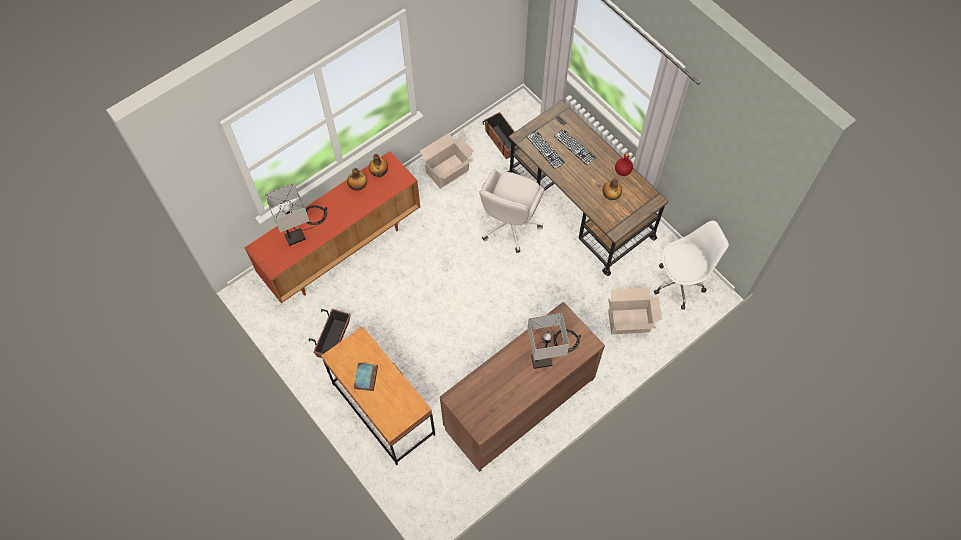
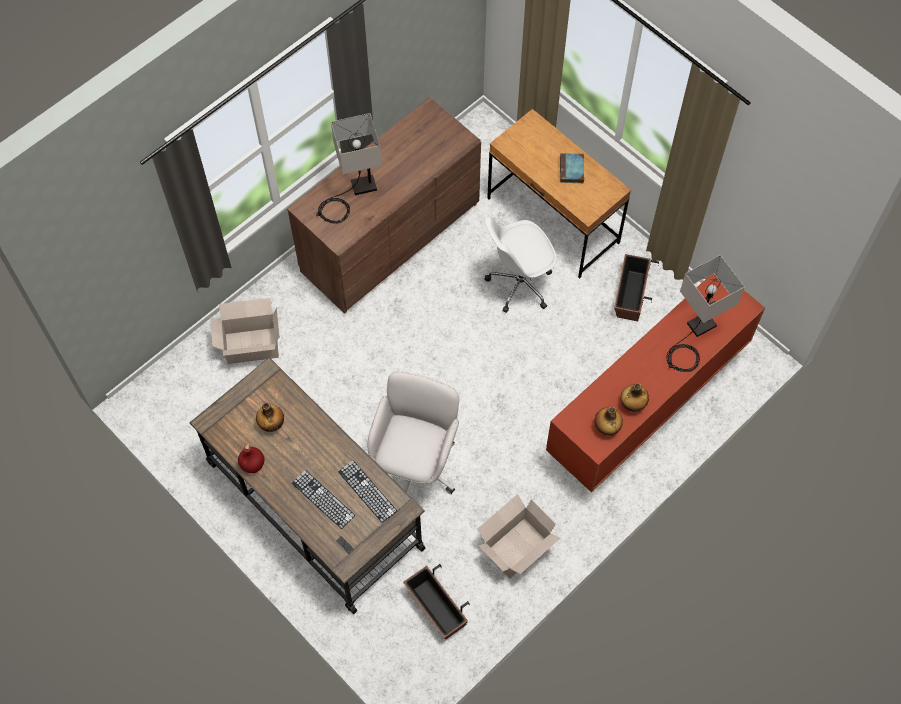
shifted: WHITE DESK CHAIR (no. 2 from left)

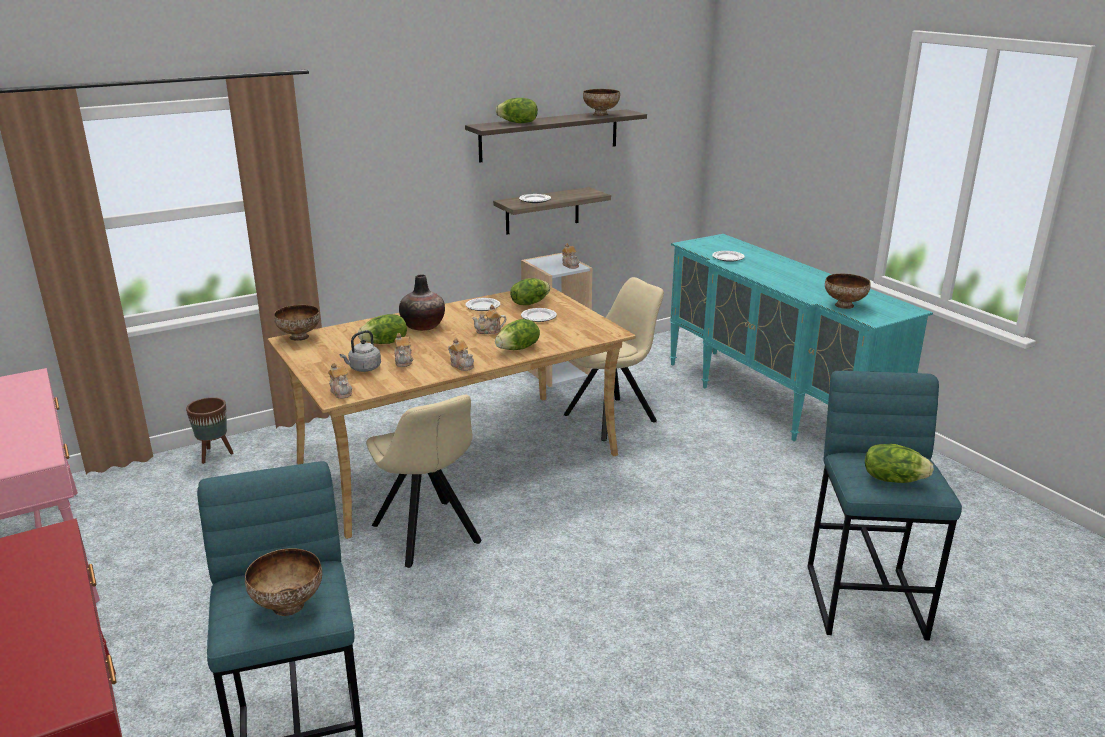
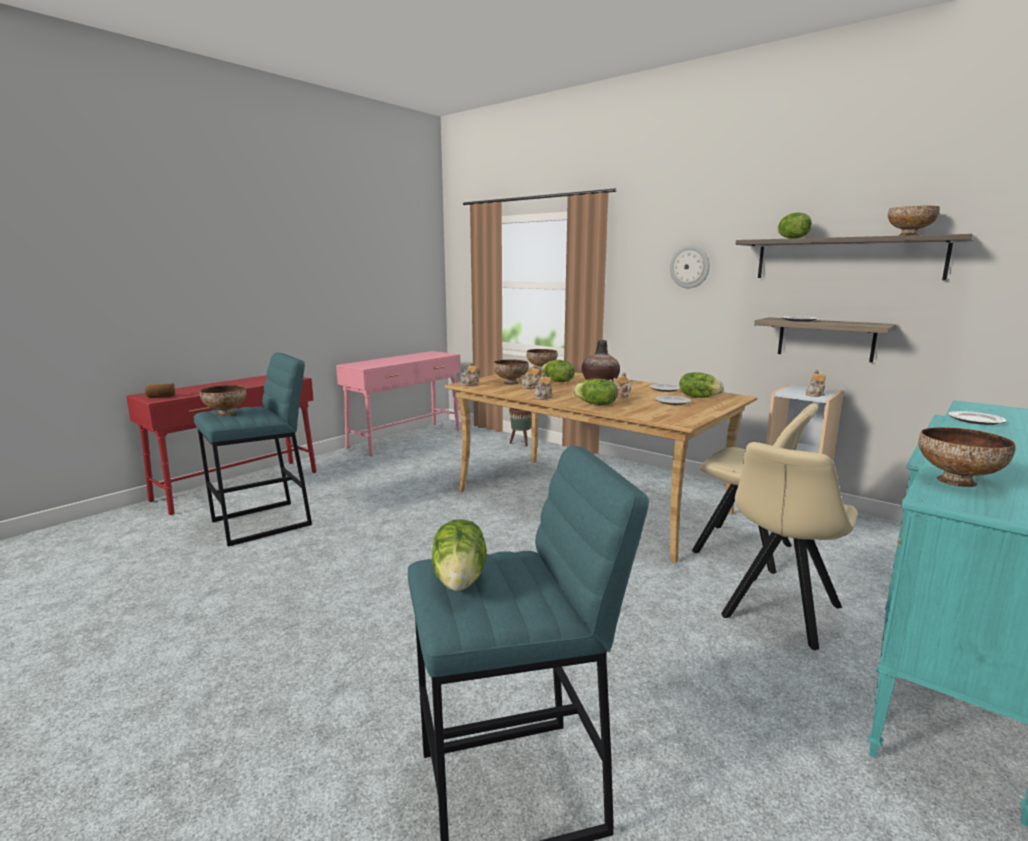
new: HANGING CLOCK; BREAD
shifted: SAND-COLOURED UPRIGHT CHAIR (no. 1 from left in the first image) to SAND-COLOURED UPRIGHT CHAIR (no. 2 from left)
swapped: GREYISH WATER KETTLE to DEEP DISH (no. 2 from left)

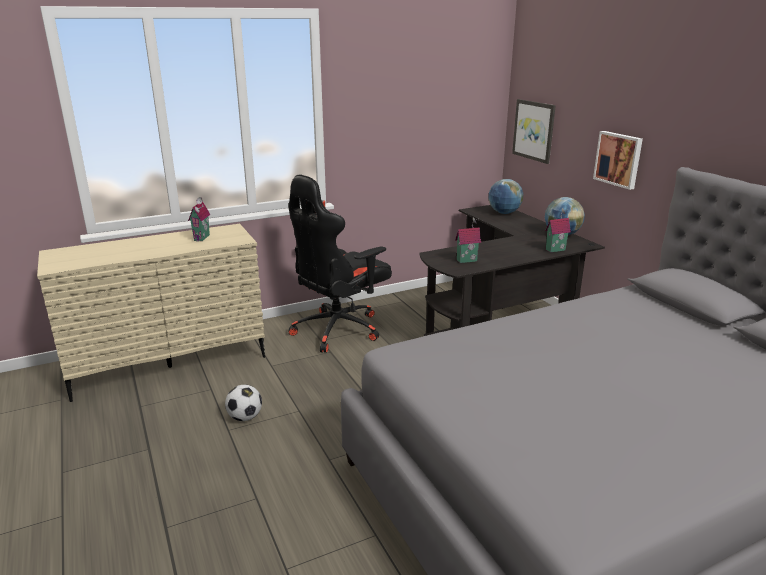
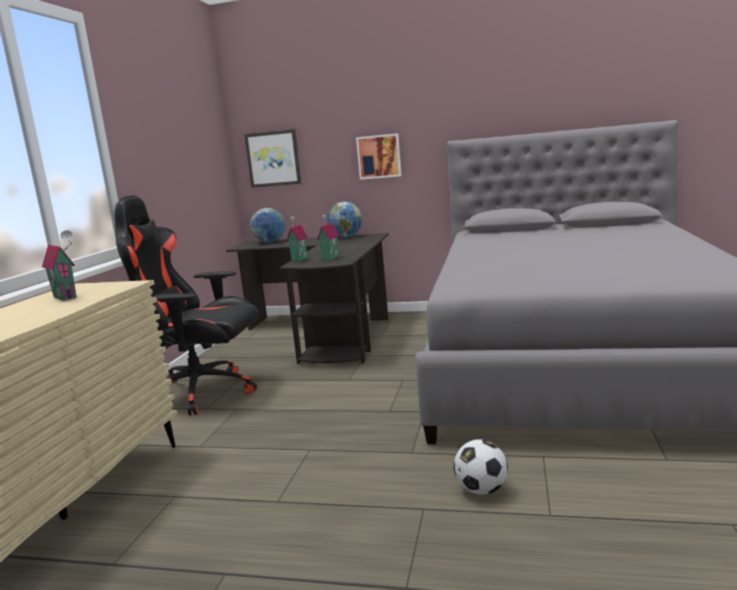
shifted: MINIATURE HOUSE (no. 3 from left in the first image) to MINIATURE HOUSE (no. 2 from left); FOOTBALL BALL
rotated: BLACK-COLOURED DESK CHAIR 105 degrees clockwise

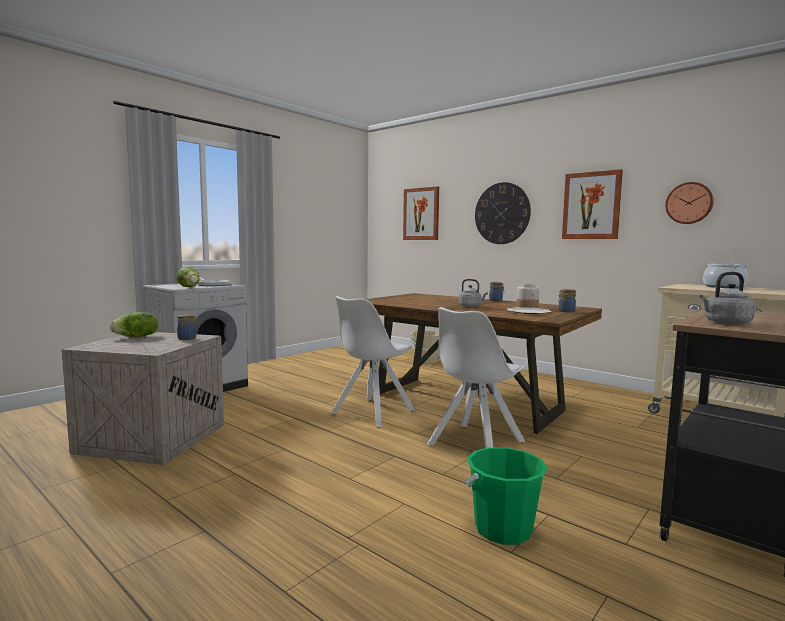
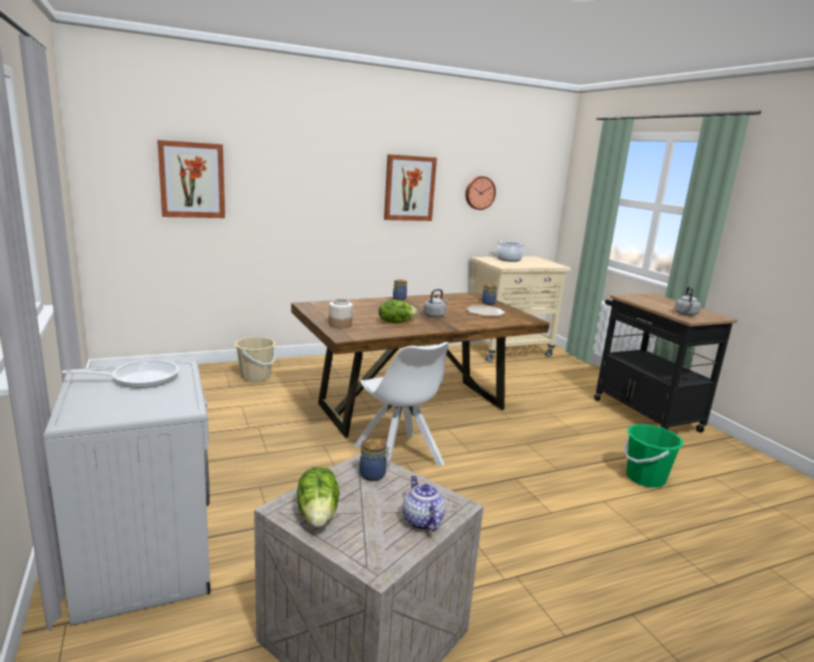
gone: HANGING CLOCK (no. 1 from left); WHITE UPRIGHT CHAIR (no. 2 from left)
new: TEA POT
shifted: LETTUCE HEAD (no. 2 from left); STORAGE JAR (no. 3 from left in the first image) to STORAGE JAR (no. 1 from left)

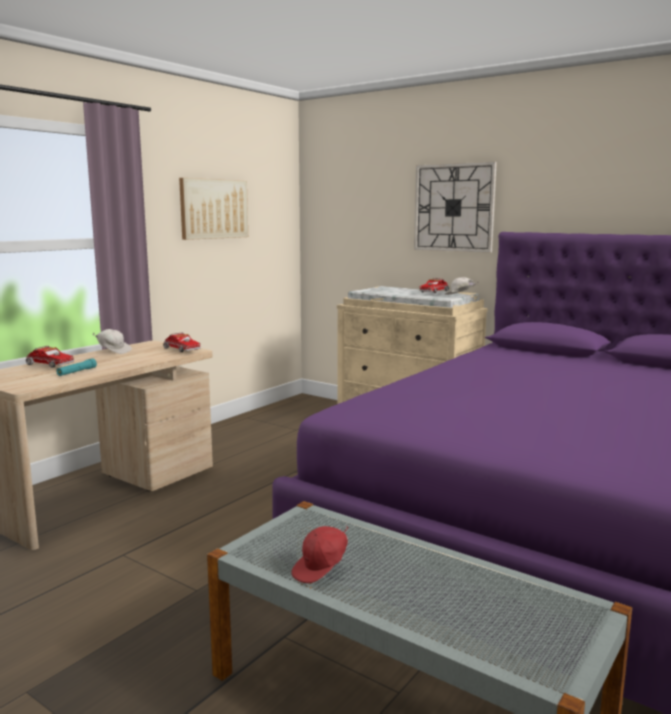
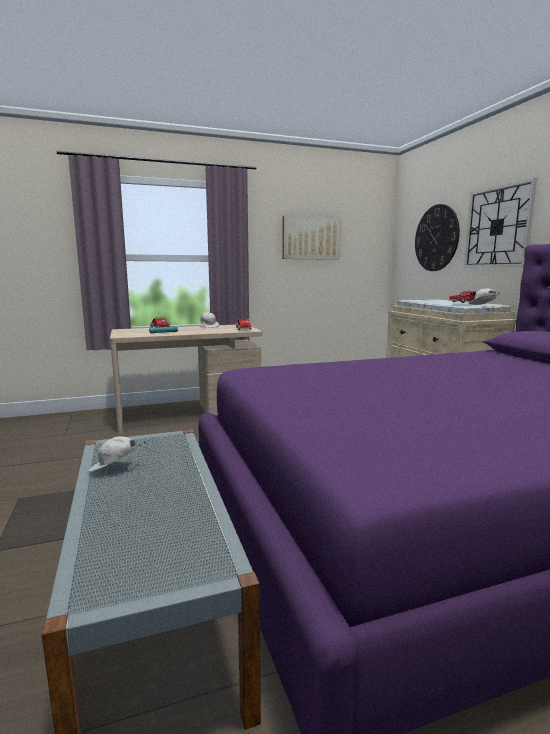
new: HANGING CLOCK (no. 1 from left)
repainted: REDDISH BASEBALL CAP to WHITE BASEBALL CAP (no. 1 from left)

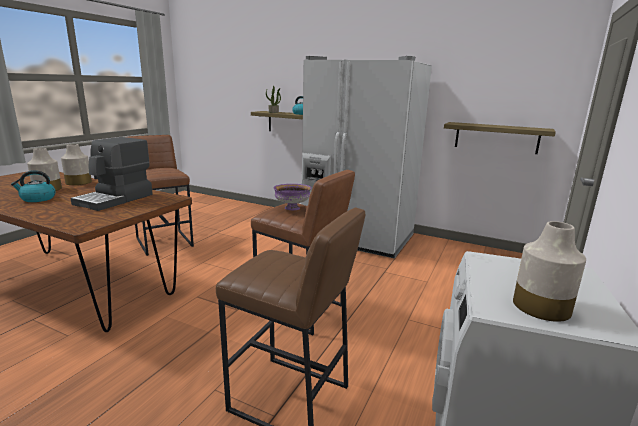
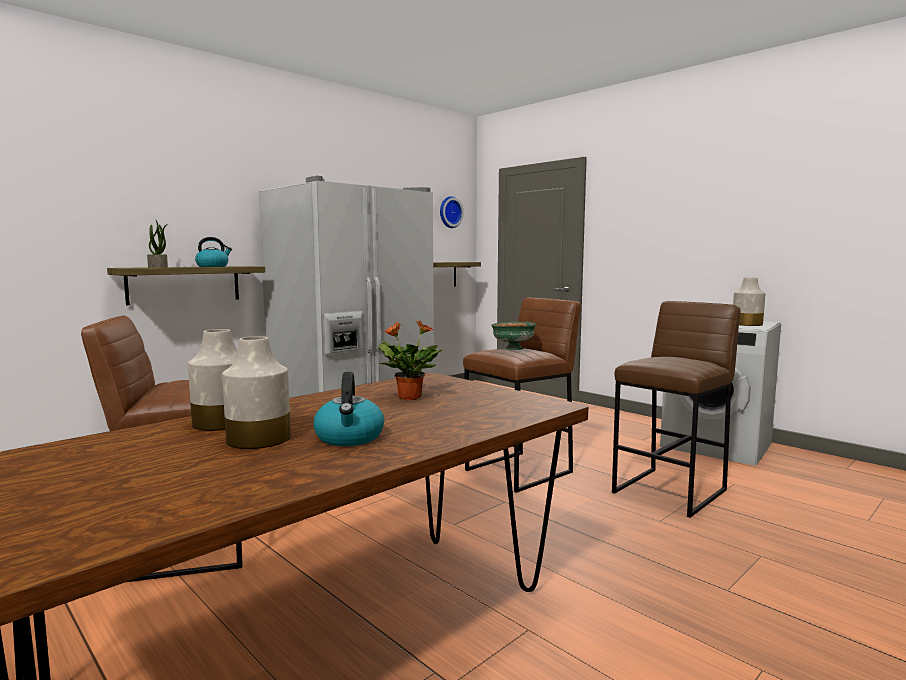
new: HANGING CLOCK
swapped: COFFEE MACHINE to PLANT IN A POT (no. 2 from left)
repainted: PURPLE-COLOURED DEEP DISH to GREEN DEEP DISH

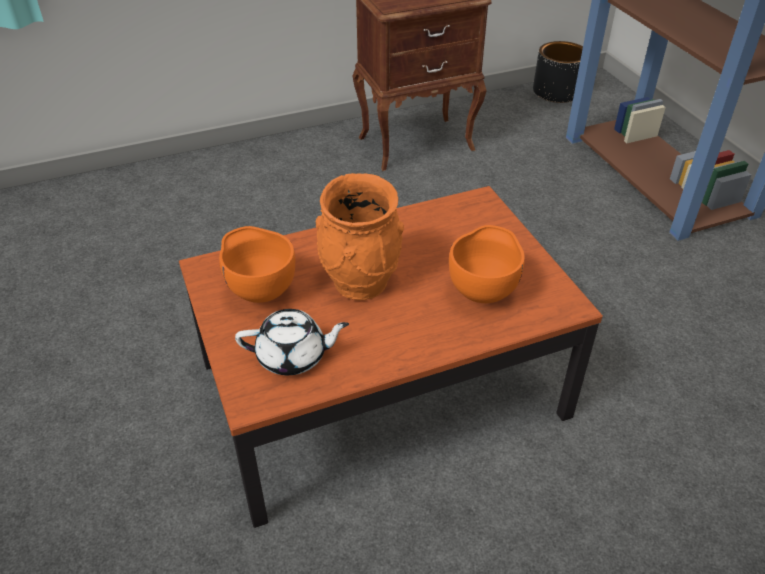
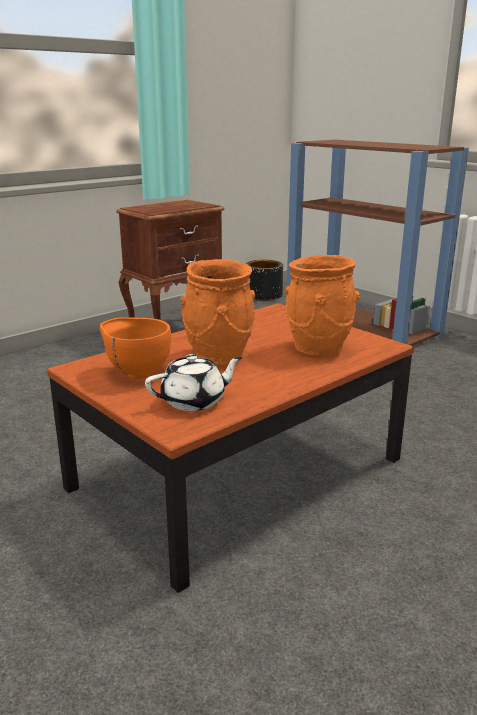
swapped: ORANGE DEEP DISH (no. 2 from left) to ORANGE VASE (no. 2 from left)

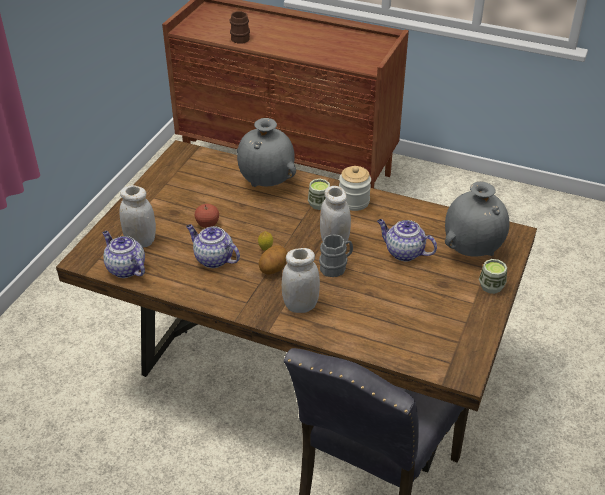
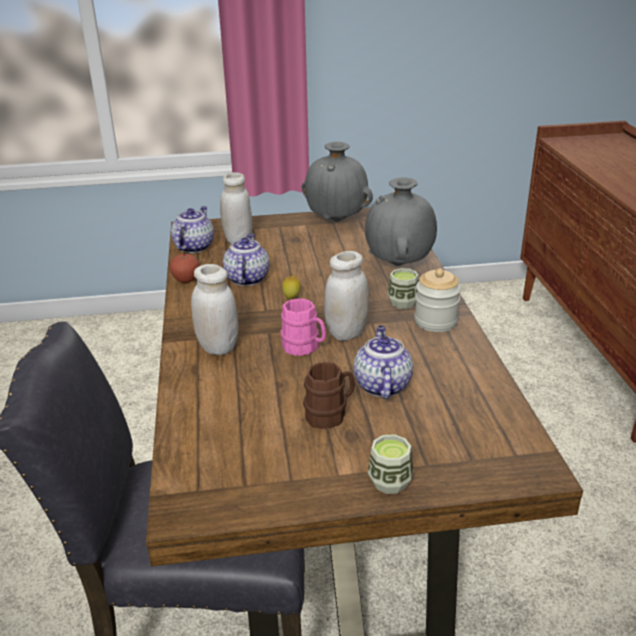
gone: SPUD
shifted: BROWNISH MUG; GREYISH VASE (no. 2 from left in the first image) to GREYISH VASE (no. 1 from left); APPLE FRUIT
repainted: GREYISH MUG to PINKISH MUG

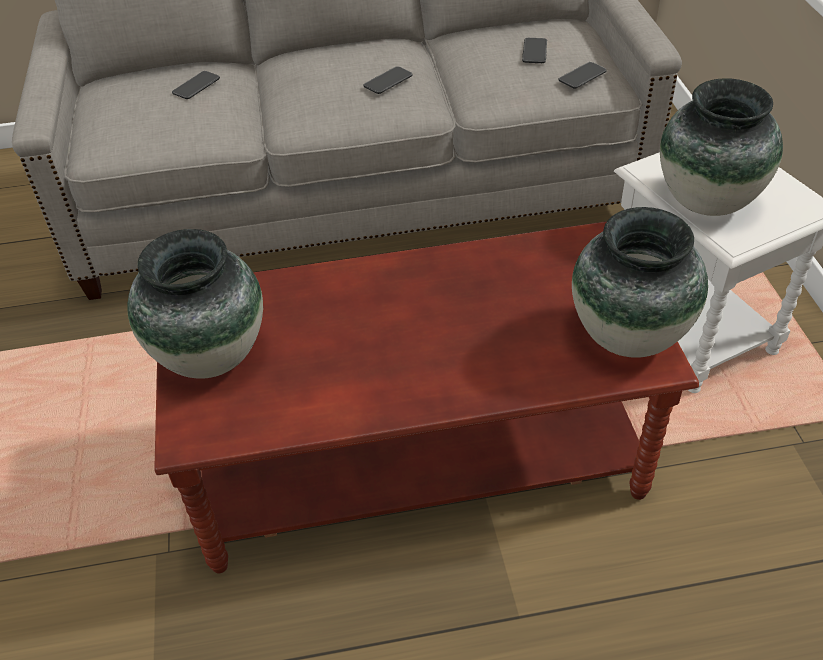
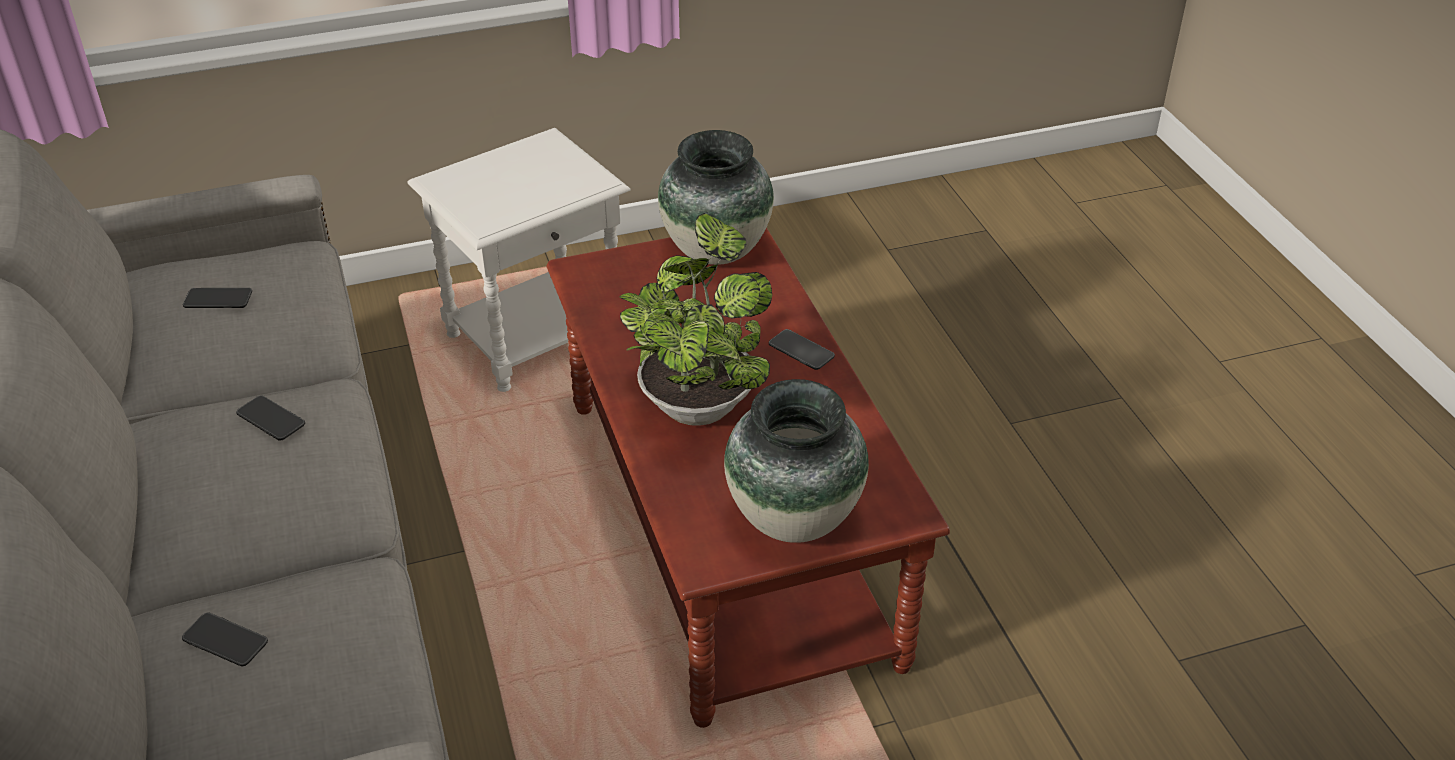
gone: VASE (no. 3 from left)
new: PLANT IN A POT
shifted: PHONE (no. 4 from left)

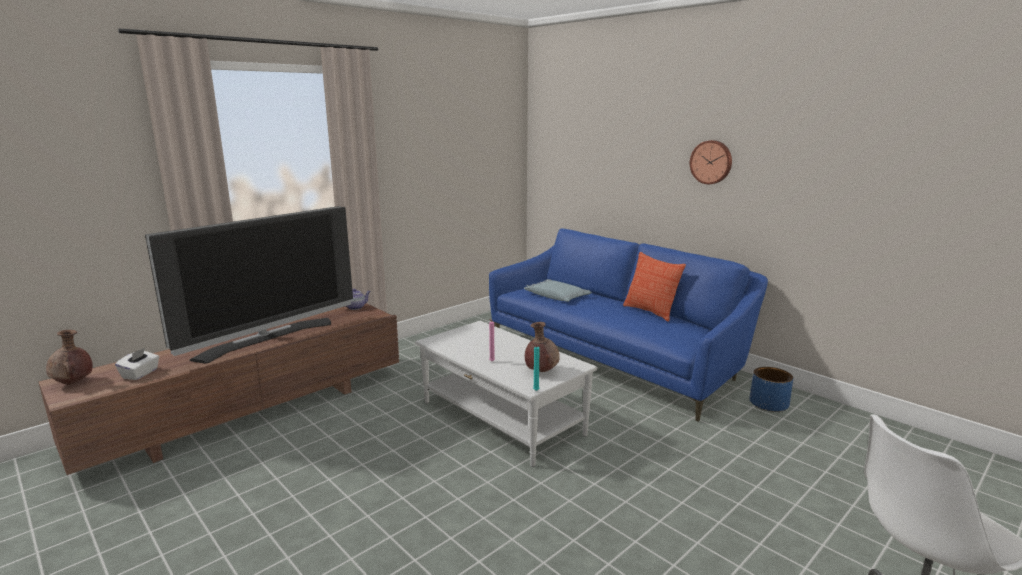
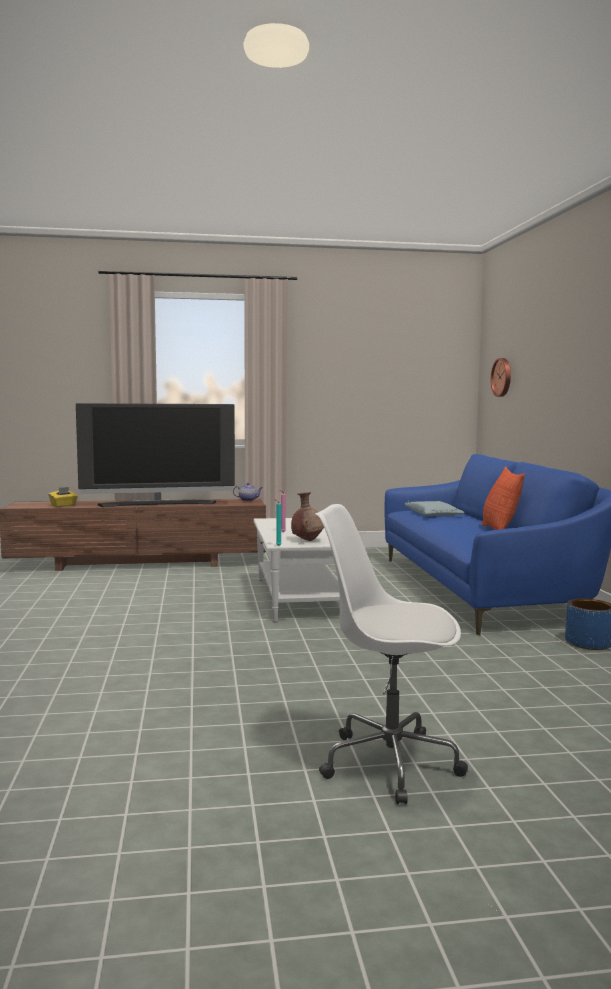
gone: BROWNISH VASE (no. 1 from left)
shifted: HANGING CLOCK
repainted: WHITE BOX OF TISSUES to YELLOWISH BOX OF TISSUES

